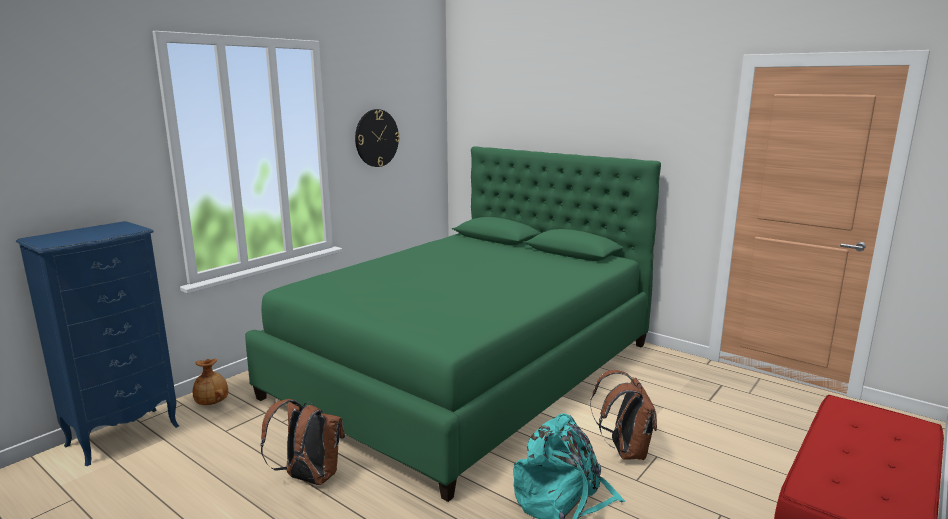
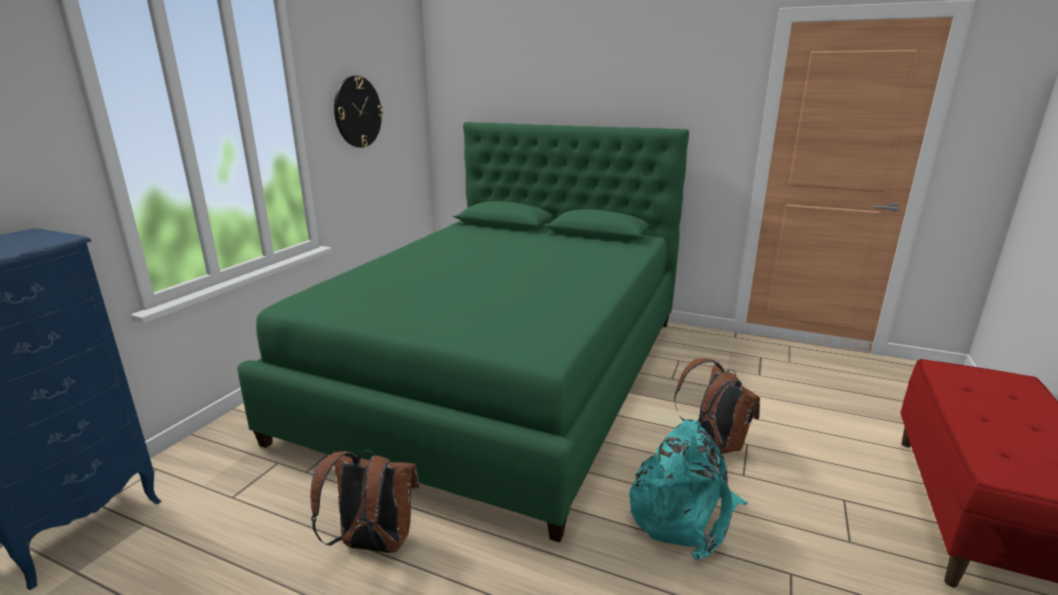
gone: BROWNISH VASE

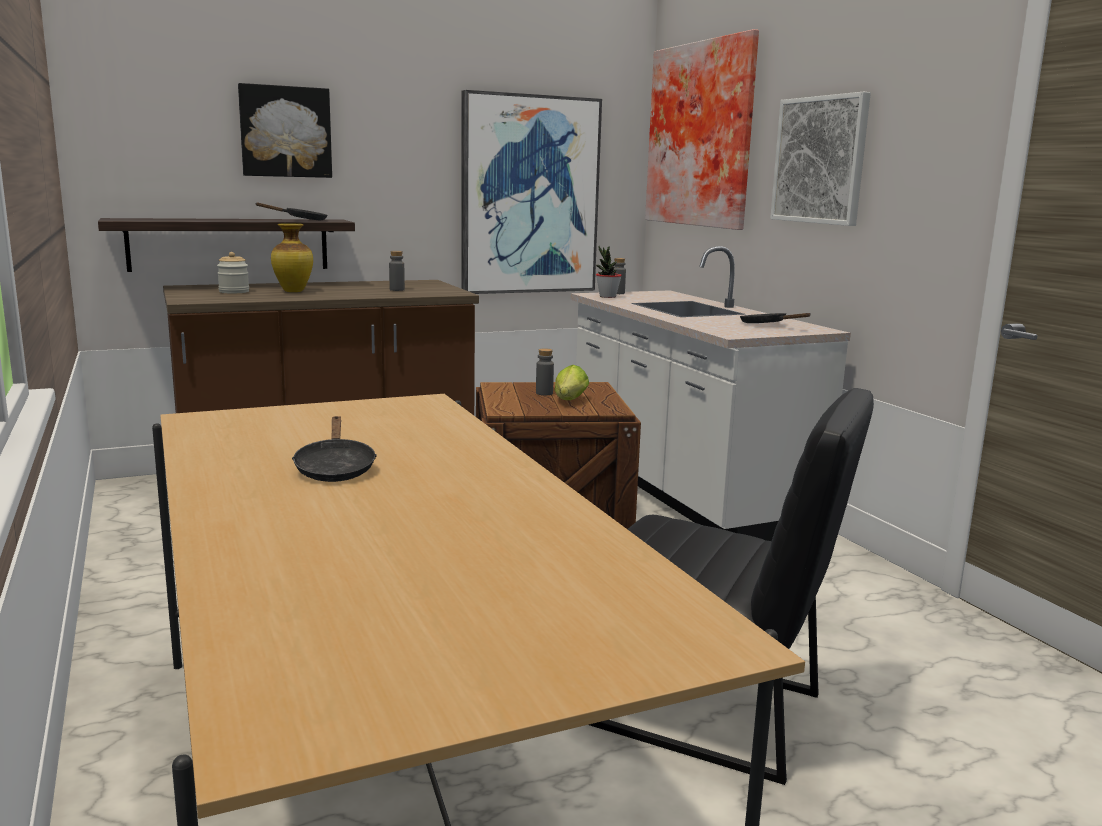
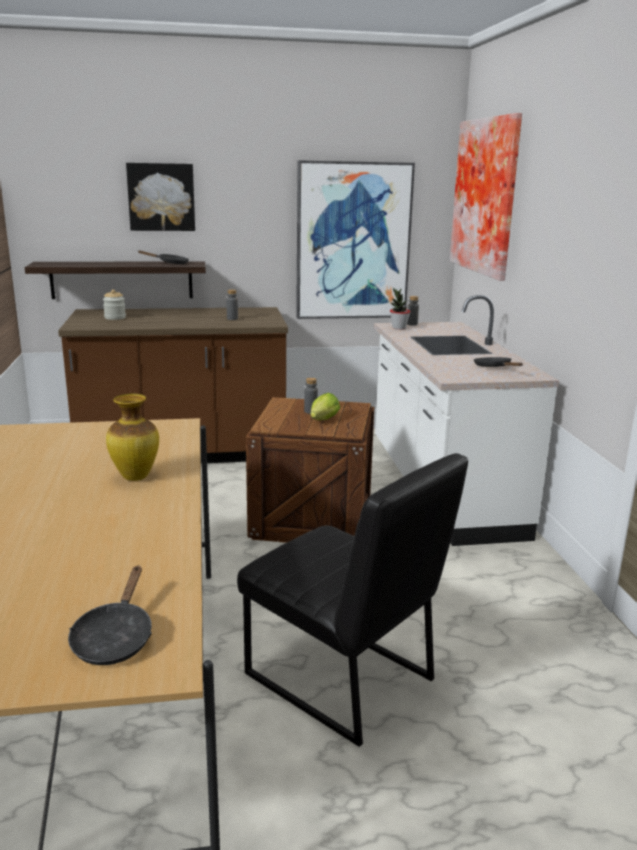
gone: WALL PICTURE (no. 4 from left)
shifted: VASE; BLACK-COLOURED SKILLET (no. 2 from left in the first image) to BLACK-COLOURED SKILLET (no. 1 from left)

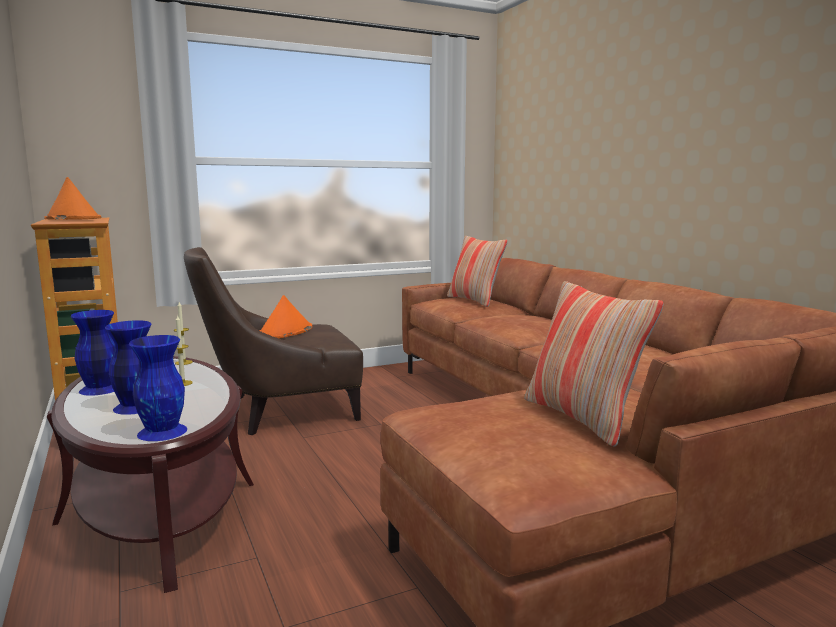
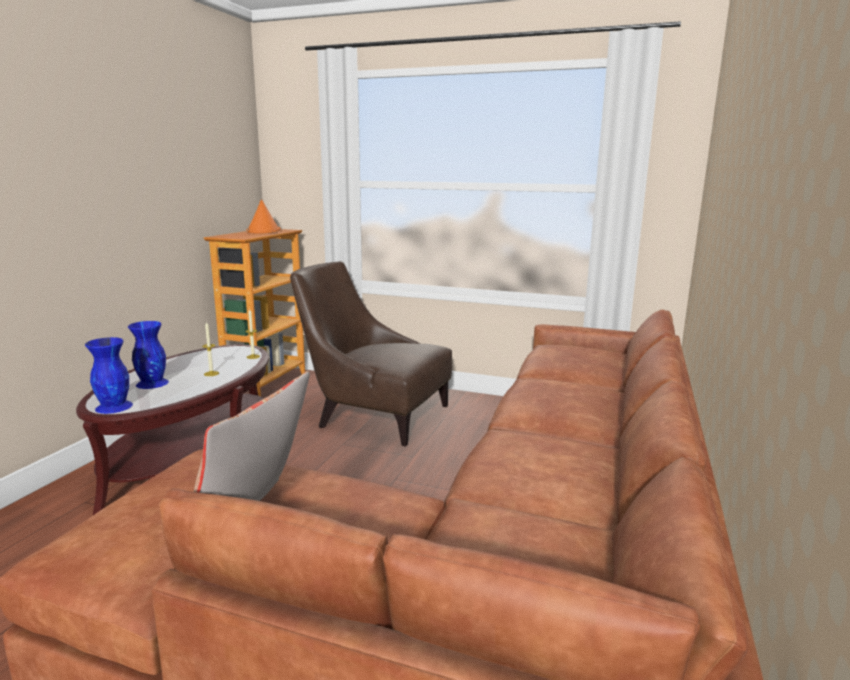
gone: PILLOW (no. 1 from left); ORANGE CLOTHING HAT (no. 2 from left); BLUISH VASE (no. 1 from left)

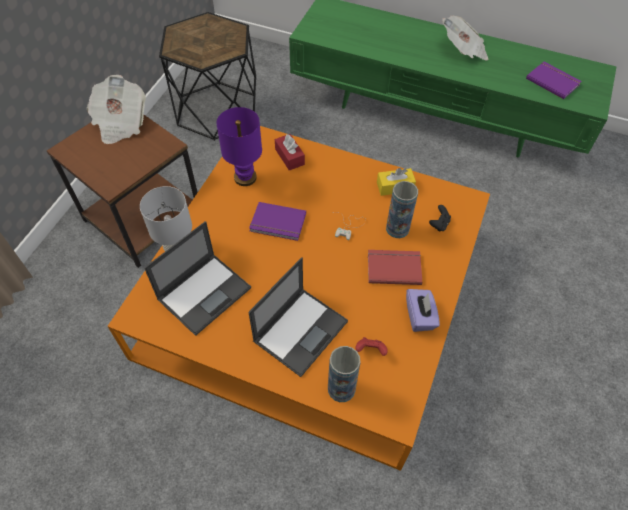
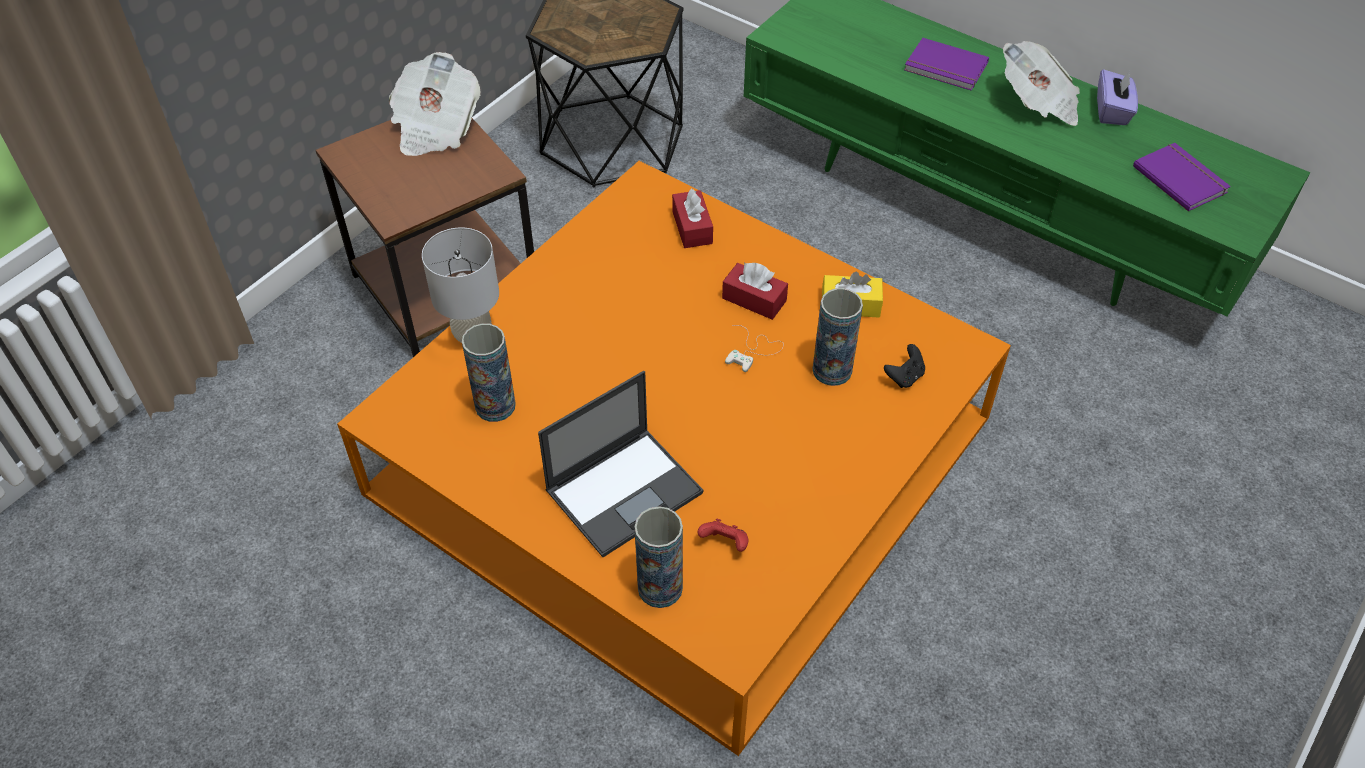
gone: PURPLE-COLOURED LAMP FOR A TABLE; REDDISH BOUND BOOK
new: REDDISH BOX OF TISSUES (no. 2 from left)
shifted: PURPLE-COLOURED BOUND BOOK (no. 1 from left); PURPLE-COLOURED BOX OF TISSUES
swapped: LAPTOP (no. 1 from left) to VASE (no. 1 from left)

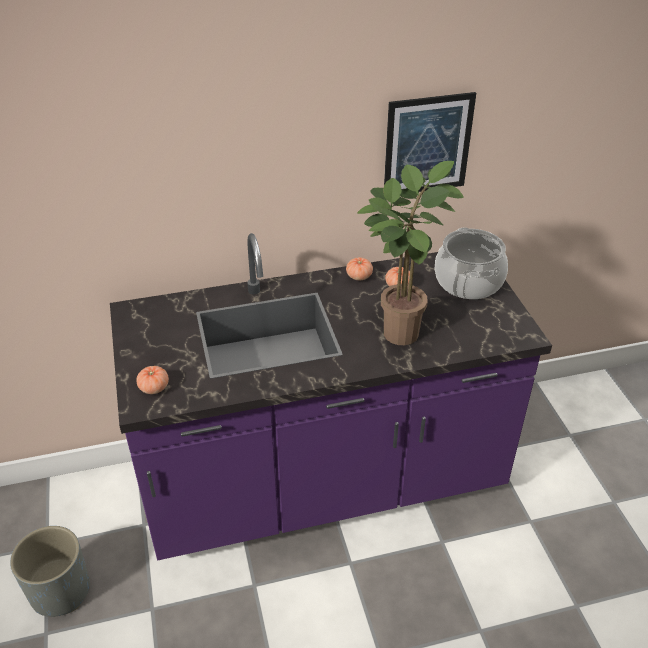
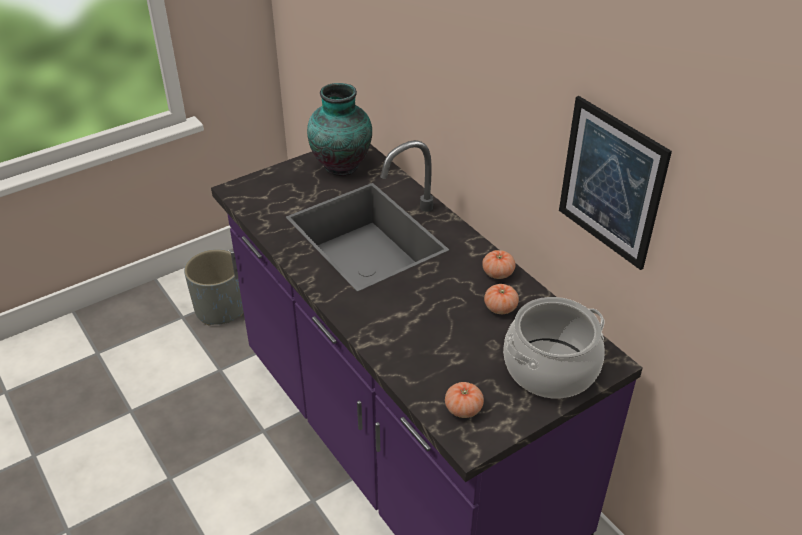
gone: PLANT IN A POT
new: VASE
shifted: TOMATO (no. 1 from left)

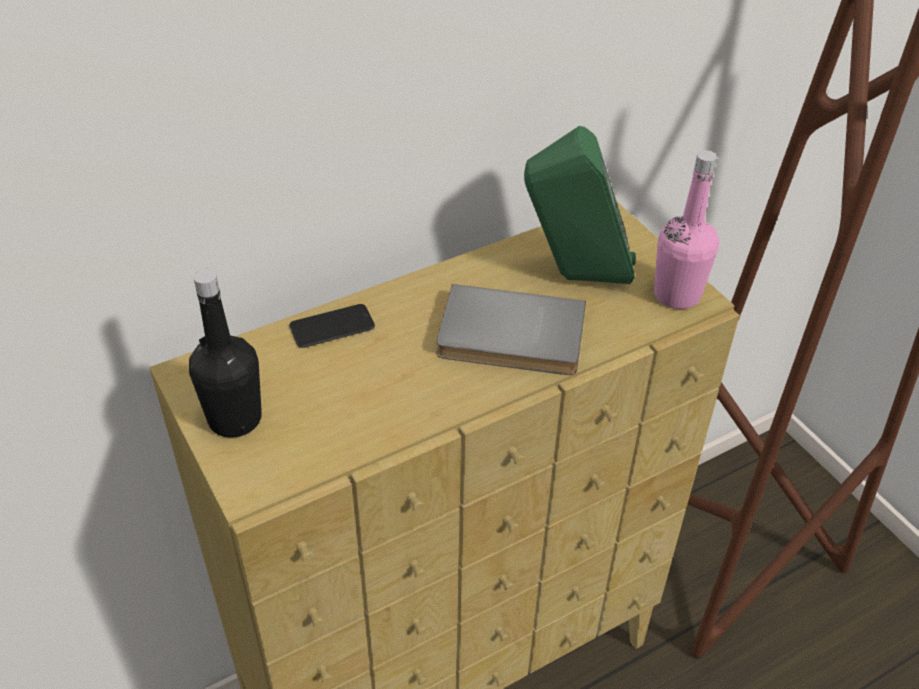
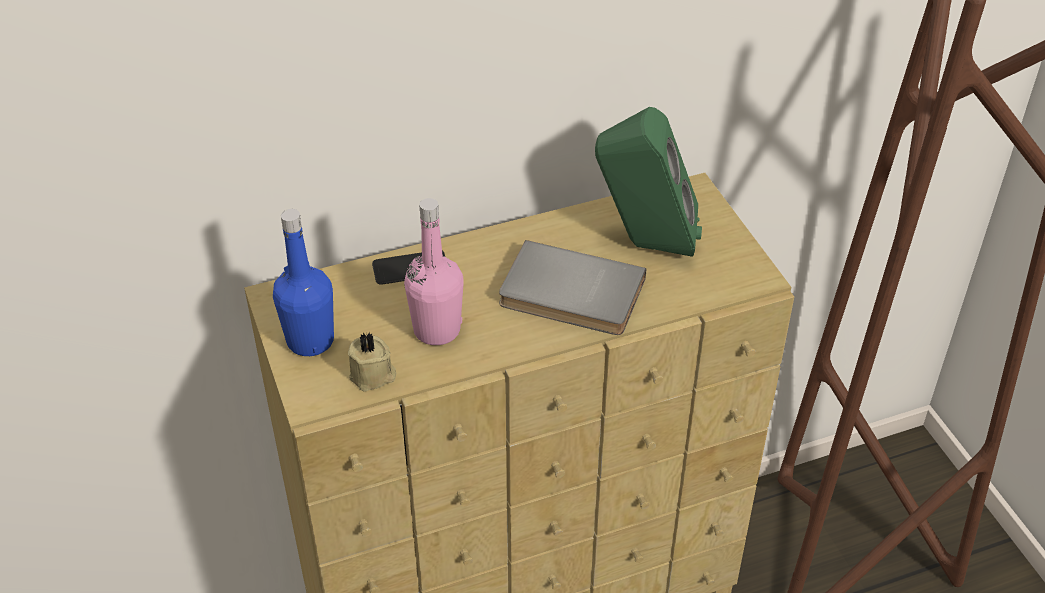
new: SAND-COLOURED WAX LIGHT
shifted: PINKISH DRINK BOTTLE
repainted: BLACK-COLOURED DRINK BOTTLE to BLUISH DRINK BOTTLE

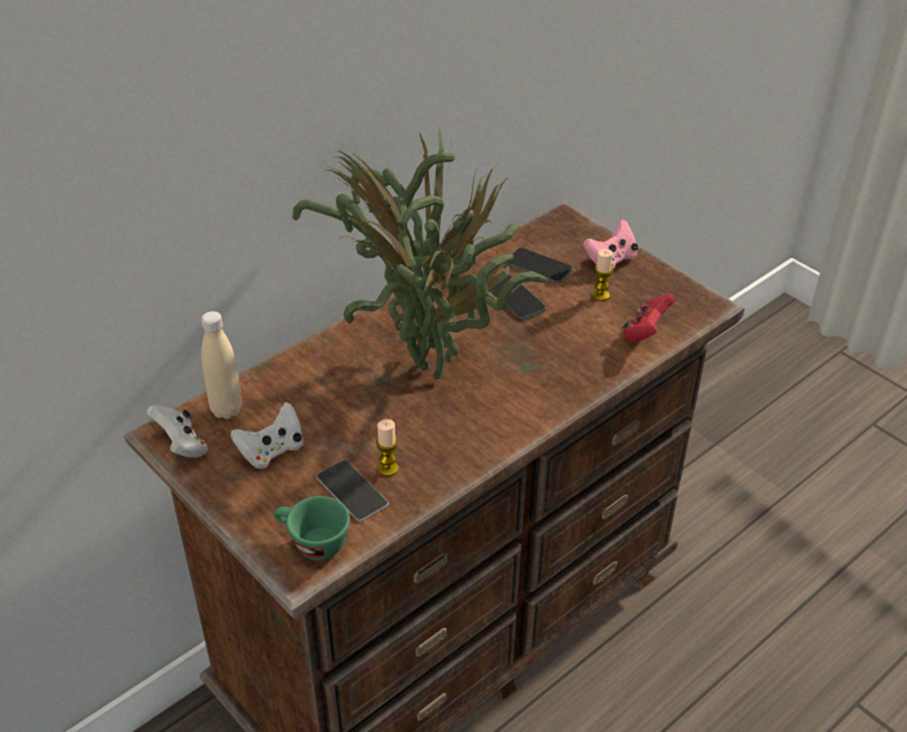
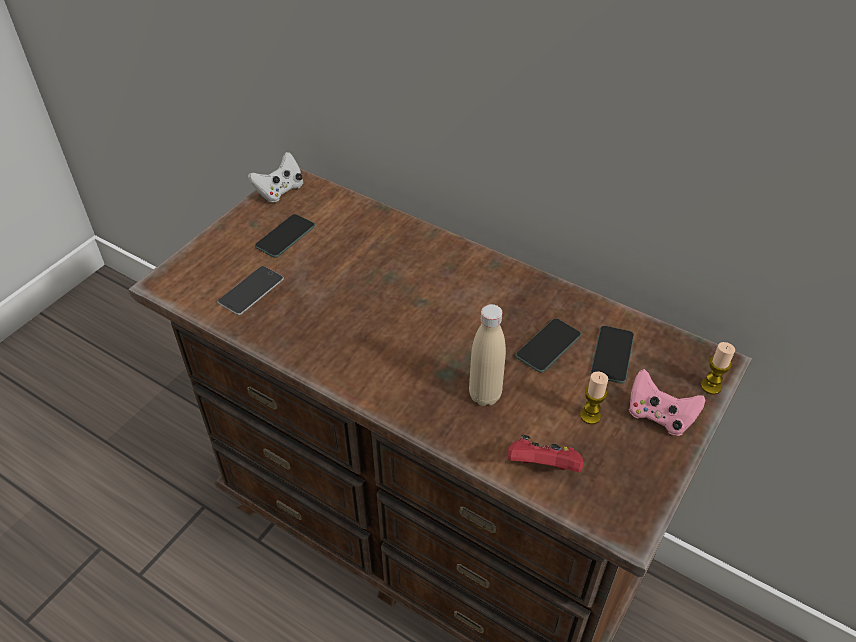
gone: PLANT IN A POT; GREEN CUP
shifted: SAND-COLOURED DRINK BOTTLE; WAX LIGHT (no. 1 from left in the first image) to WAX LIGHT (no. 2 from left)
swapped: WHITE JOYPAD (no. 2 from left) to PHONE (no. 2 from left)

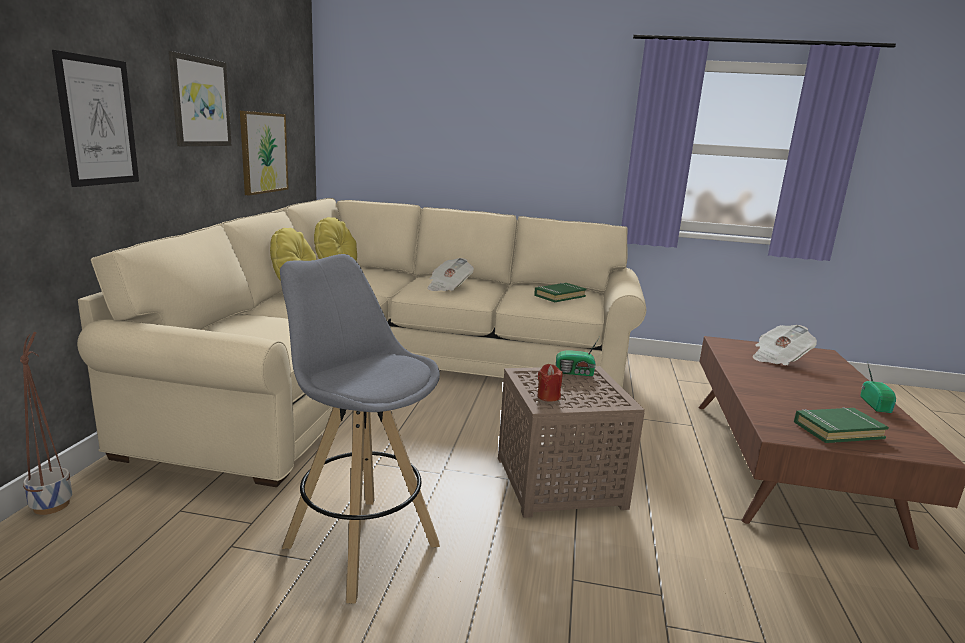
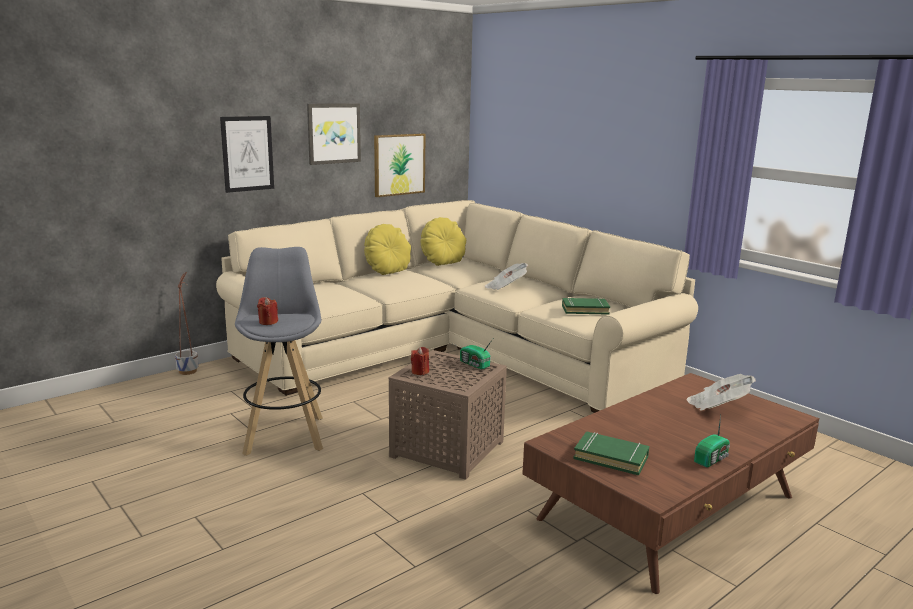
new: REDDISH WAX LIGHT (no. 1 from left)

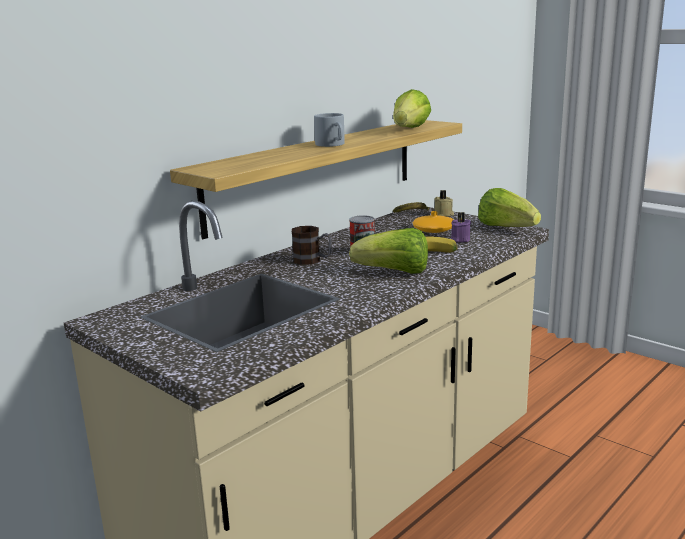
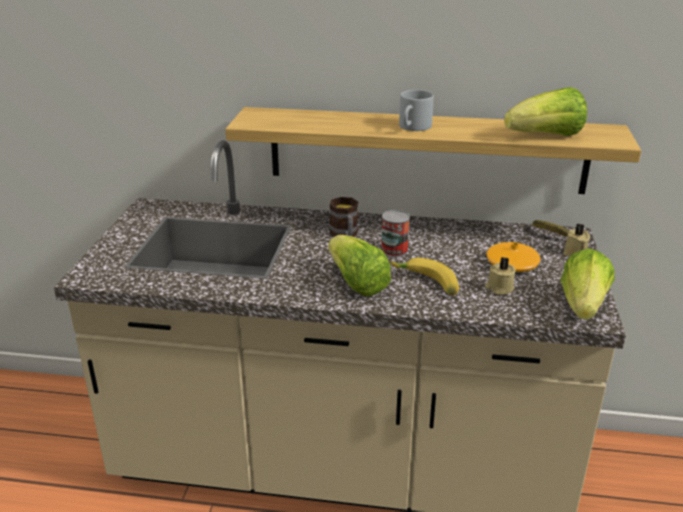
repainted: PURPLE-COLOURED WAX LIGHT to SAND-COLOURED WAX LIGHT (no. 1 from left)

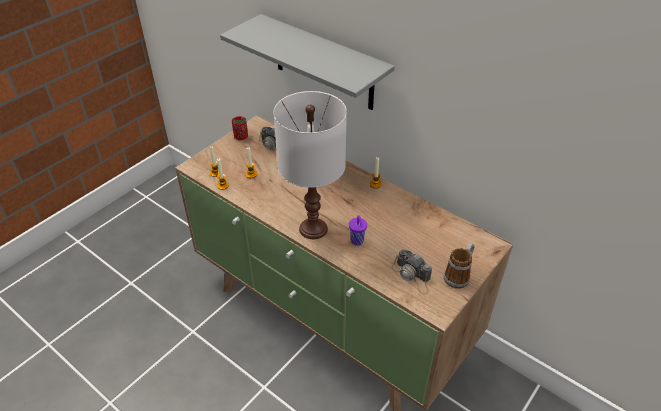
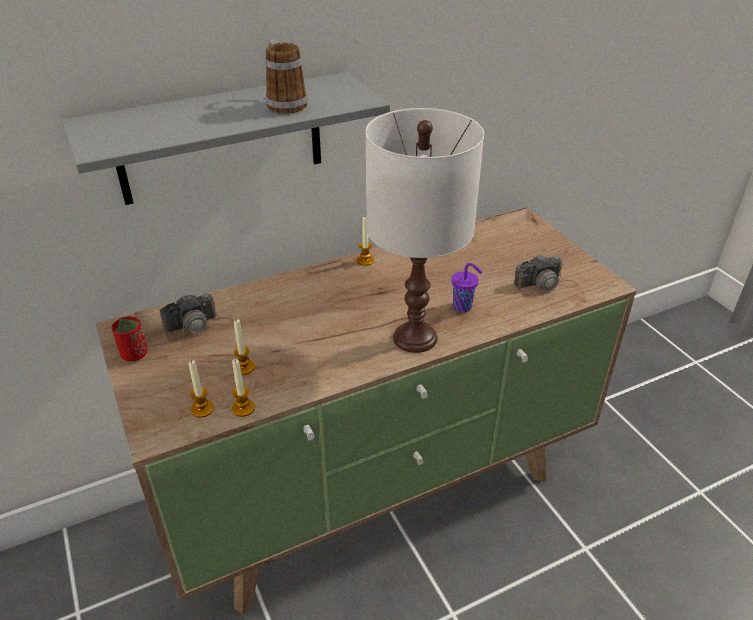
shifted: MUG

